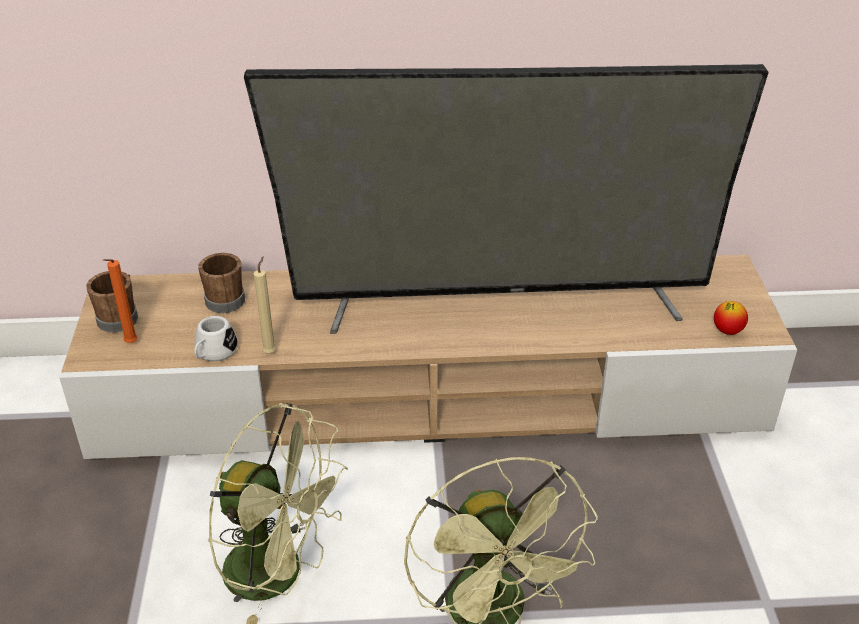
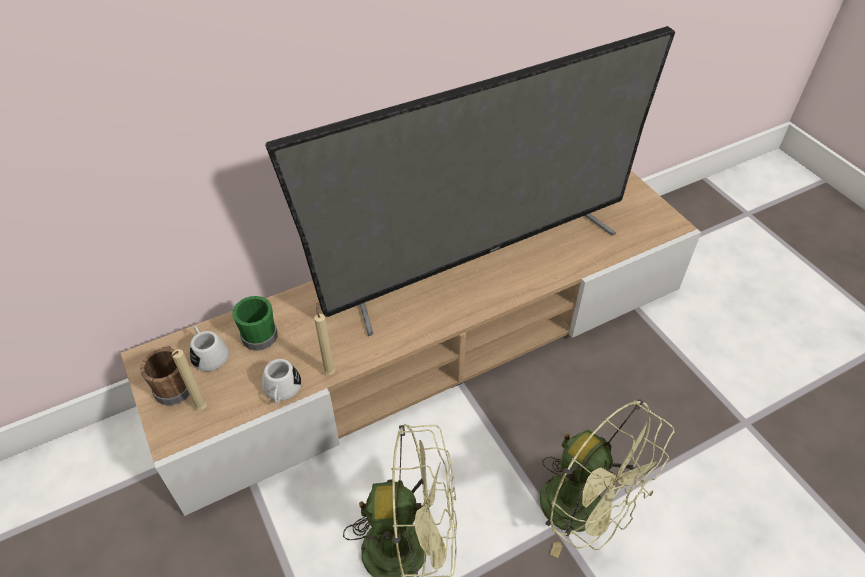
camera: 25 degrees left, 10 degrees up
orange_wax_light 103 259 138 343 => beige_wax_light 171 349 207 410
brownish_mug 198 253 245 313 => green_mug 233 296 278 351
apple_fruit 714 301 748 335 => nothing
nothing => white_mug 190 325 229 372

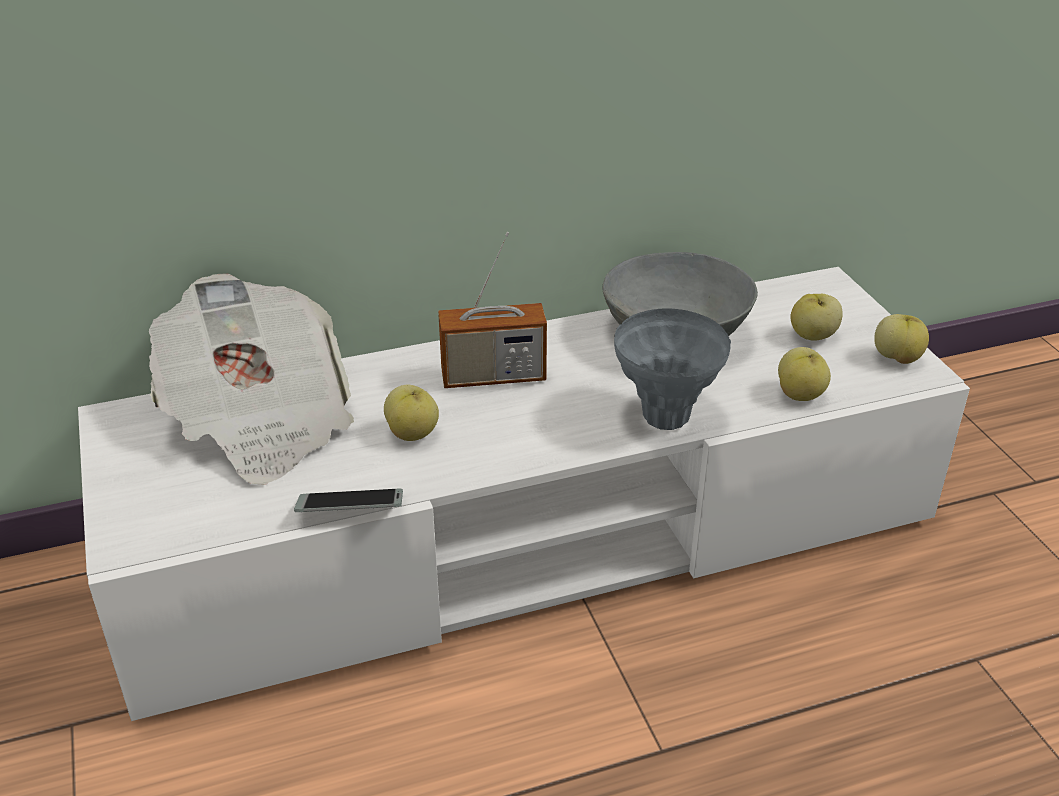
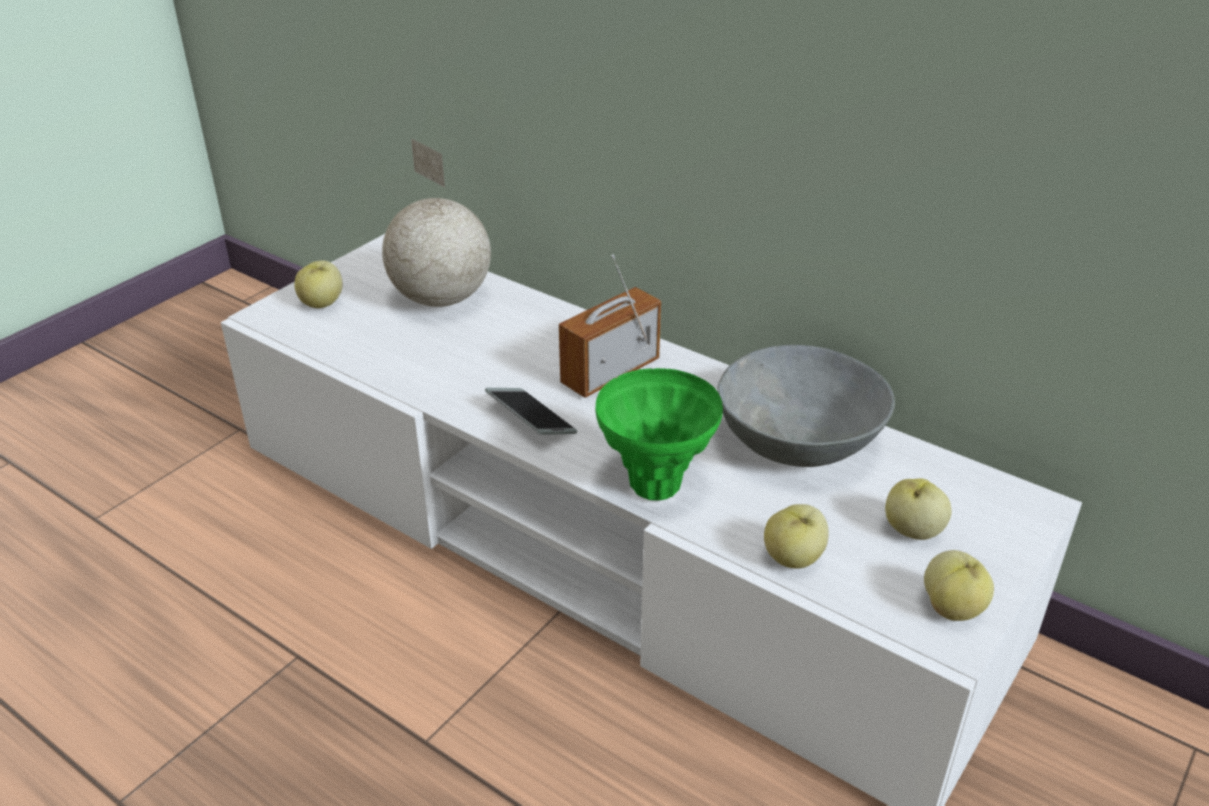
camera: 55 degrees right, 0 degrees up
daily_paper 149 273 354 485 => desk_globe 382 138 491 307
telephone 294 489 403 512 => telephone 485 388 577 435, move
apple_fruit 384 384 439 441 => apple_fruit 295 260 343 308, move
radio_set 438 232 547 388 => radio_set 559 254 661 398, 90 degrees clockwise
gray_vase 614 308 731 430 => green_vase 595 368 723 501

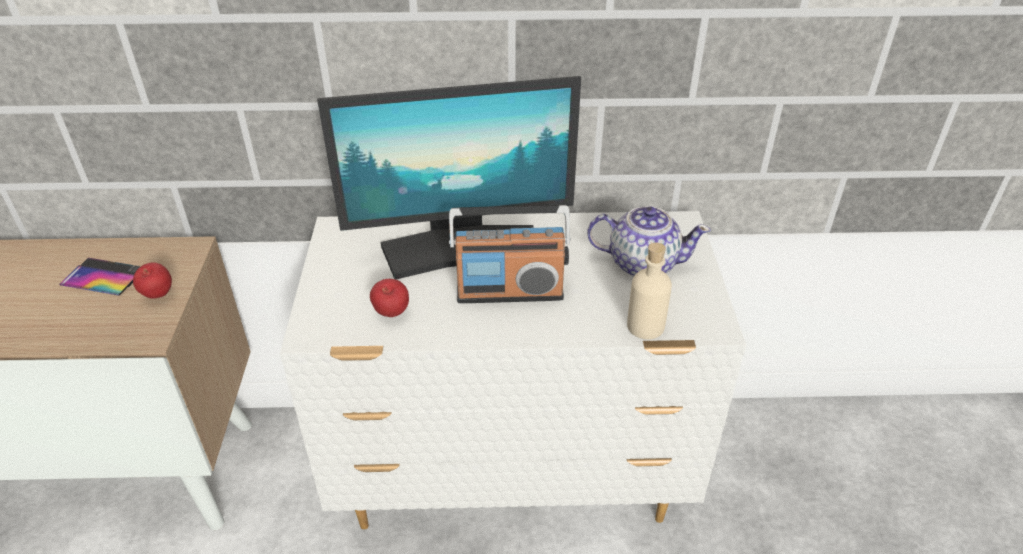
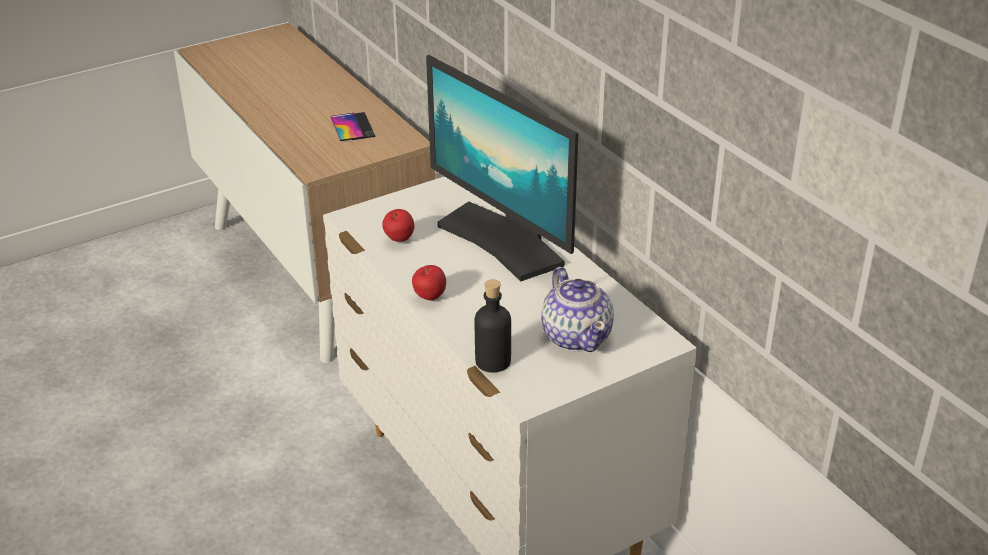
camera: 60 degrees right, 5 degrees down
apple_fruit 133 262 172 299 => apple_fruit 412 265 446 300, move
radio_set 449 205 571 303 => nothing
beige_beverage_bottle 627 242 672 339 => black-coloured_beverage_bottle 475 279 511 373

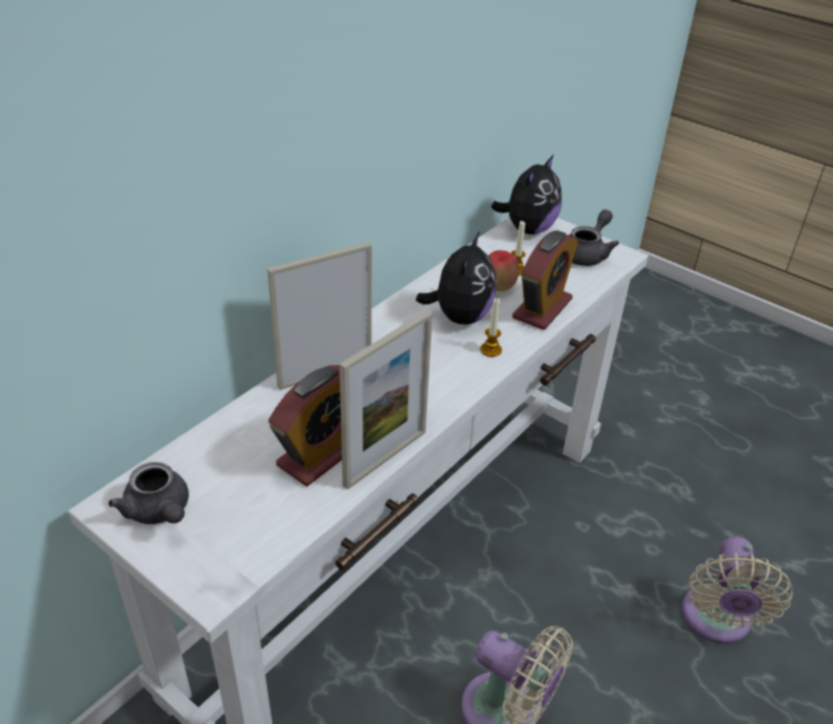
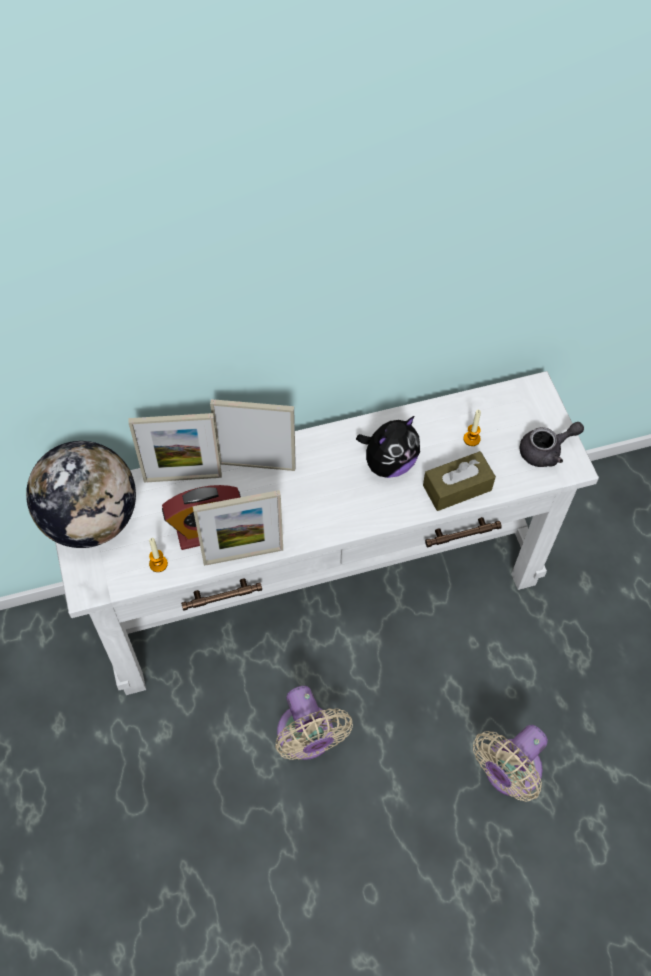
camera: 35 degrees right, 20 degrees up
gray_pot_for_tea 108 462 189 524 => desk_globe 26 441 136 548
wax_light 480 298 502 357 => wax_light 149 538 168 572, move
apple_fruit 489 250 519 291 => nothing
cuddly_toy 491 154 561 234 => nothing
bedside_clock 512 230 578 330 => brownish_tissue_holder 423 451 496 511
nothing => picture_frame 128 413 222 482

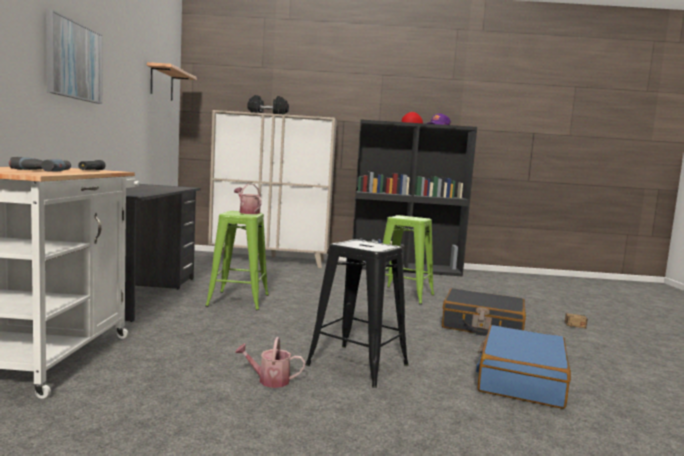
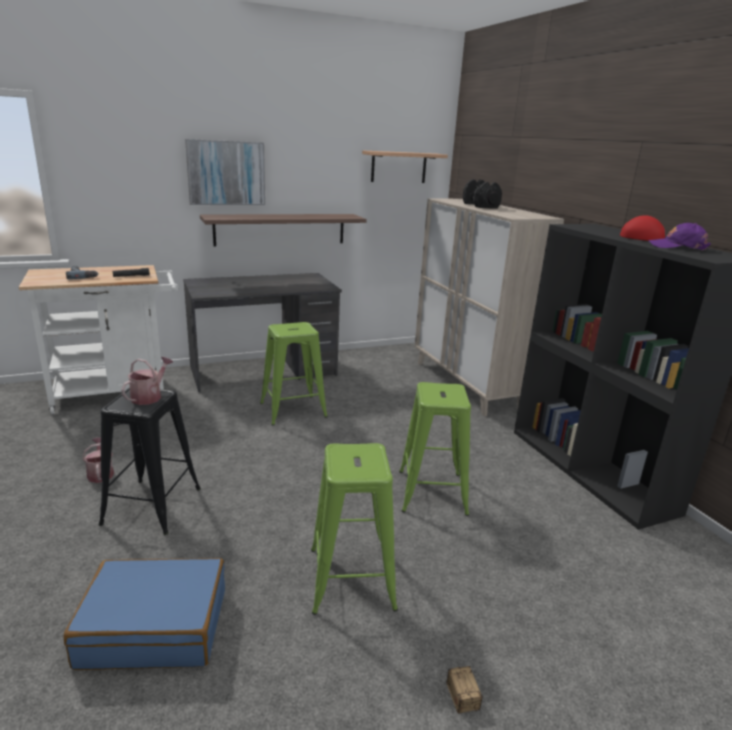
camera: 65 degrees right, 15 degrees up
watering_pot 234 184 262 214 => watering_pot 121 357 173 405, move
black-coloured_travel_case 442 288 526 336 => green_stool 311 443 398 615
nothing => wall_shelf 200 214 367 246

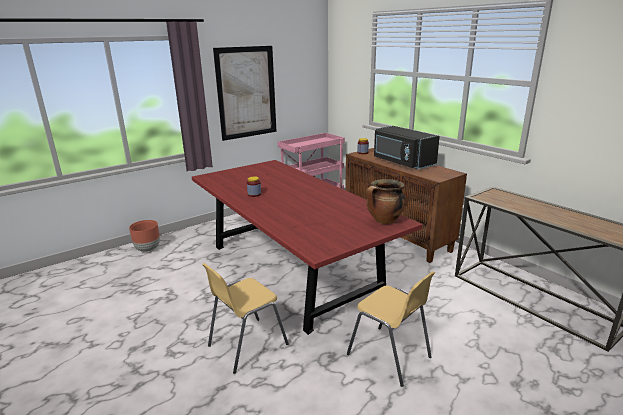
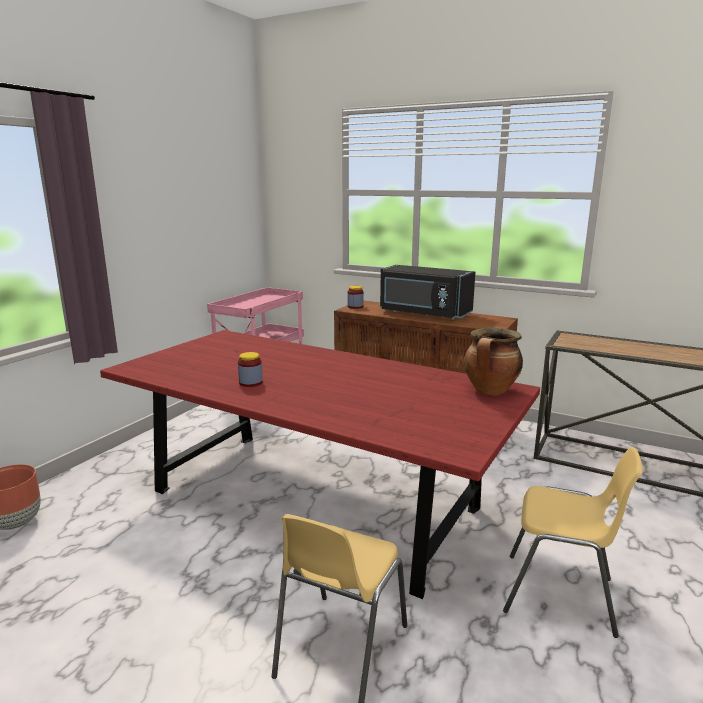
camera: 25 degrees left, 5 degrees down
picture 213 46 277 141 => nothing

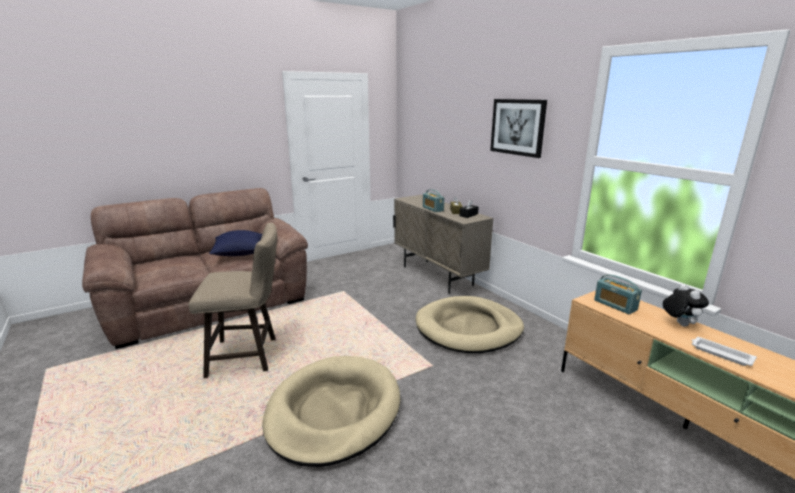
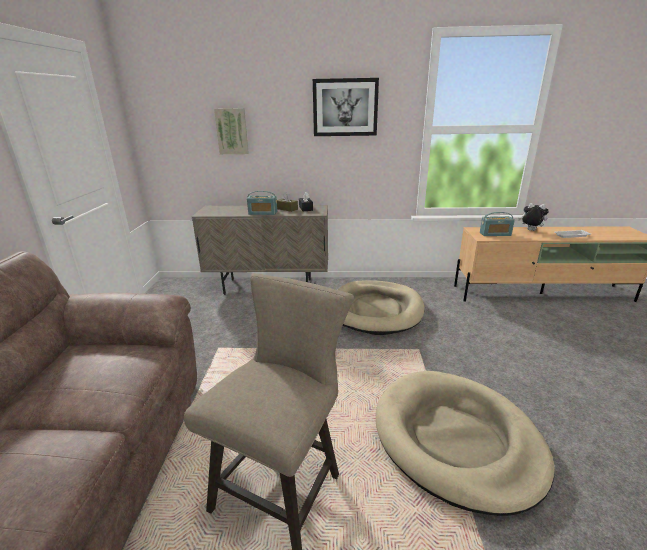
camera: 55 degrees left, 5 degrees up
blue_throw_pillow 209 230 262 256 => nothing
nothing => picture 214 108 249 154

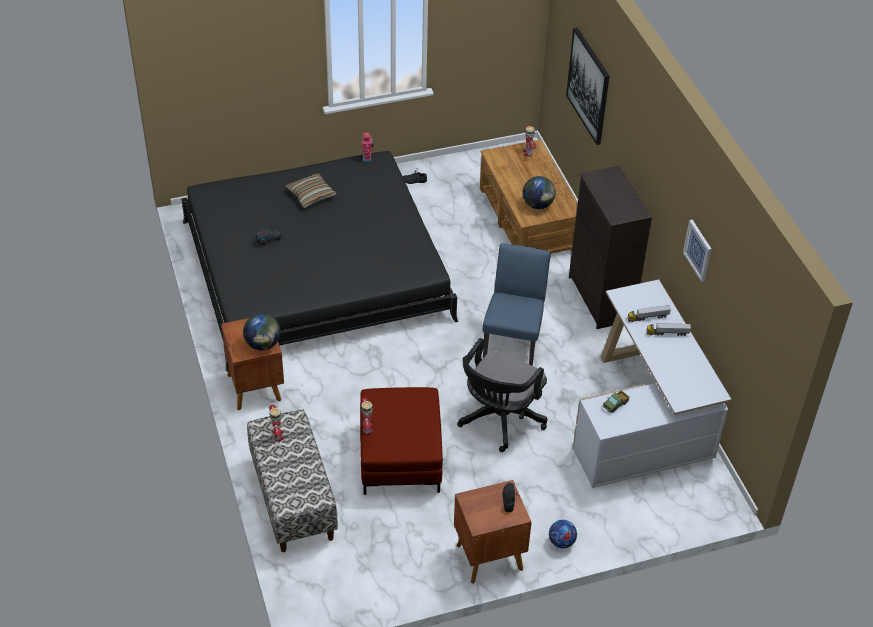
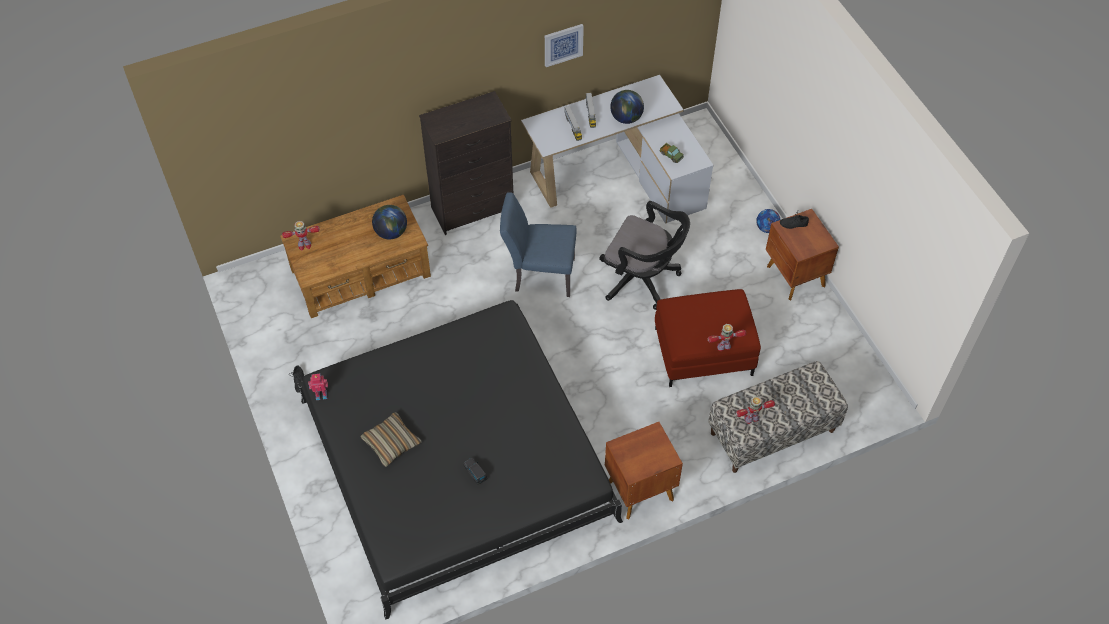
camera: 95 degrees left, 10 degrees up
desk_globe 243 313 280 350 => desk_globe 610 90 644 124, move
picture 566 27 609 145 => nothing

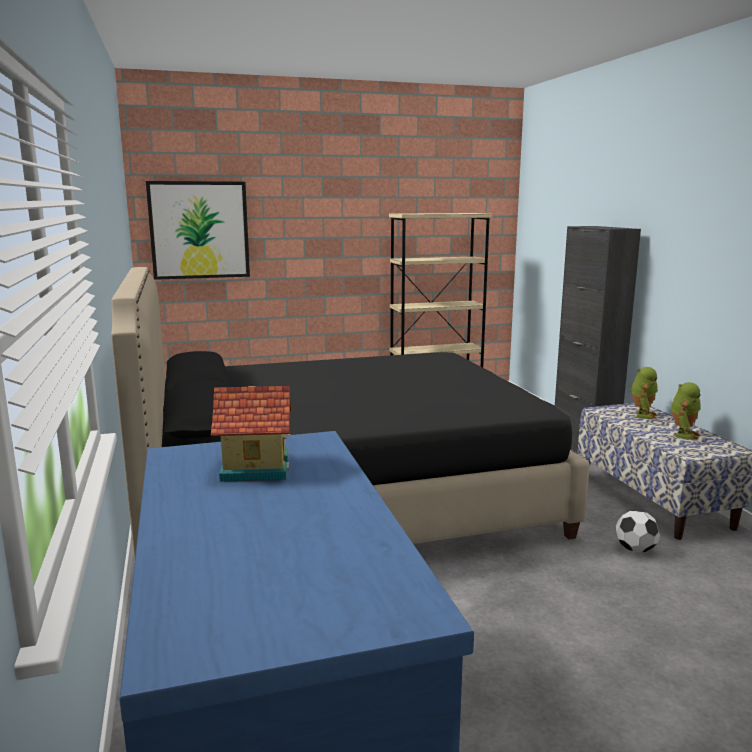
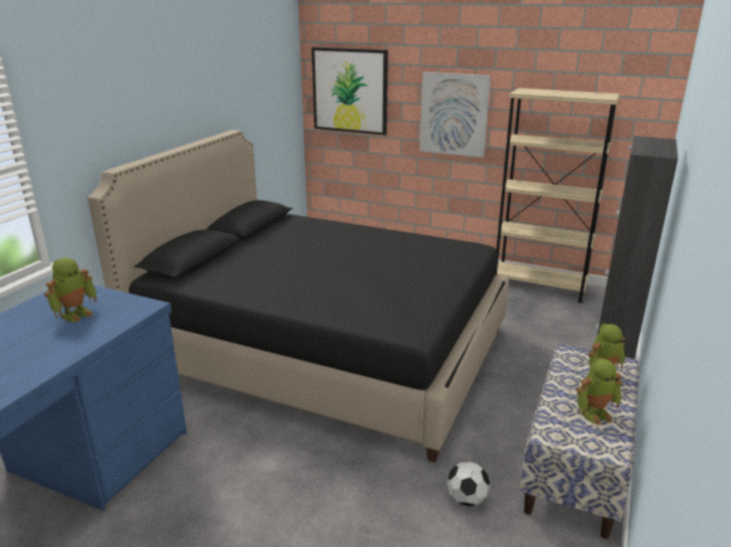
camera: 40 degrees right, 10 degrees up
model_house 211 386 292 482 => model_robot 44 257 97 322
nothing => picture 420 72 491 158

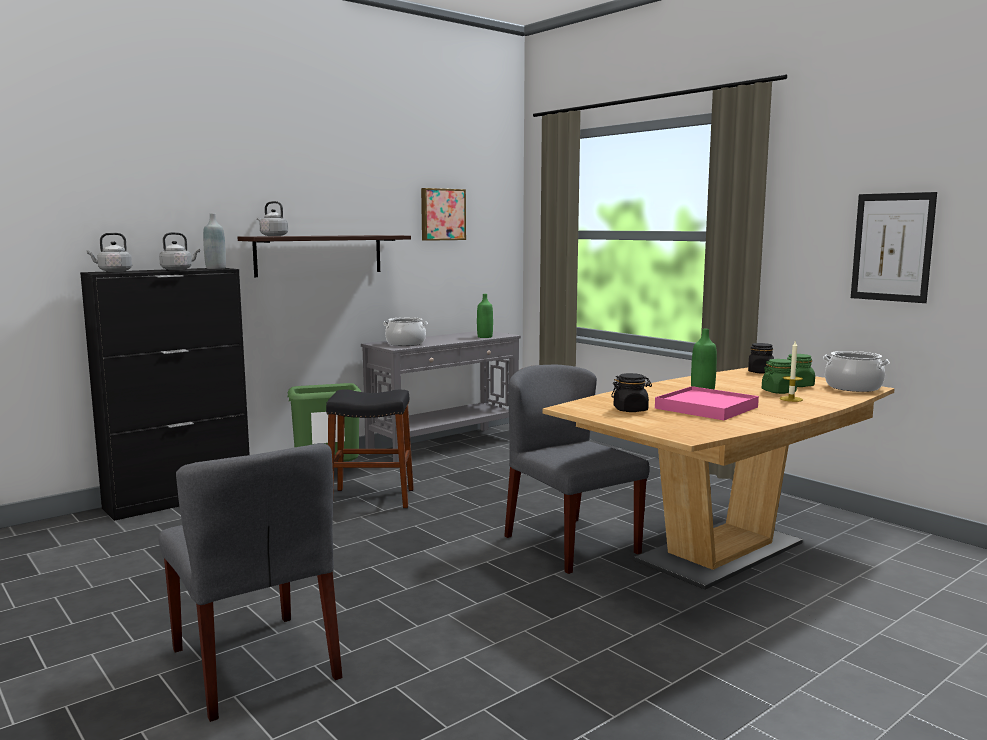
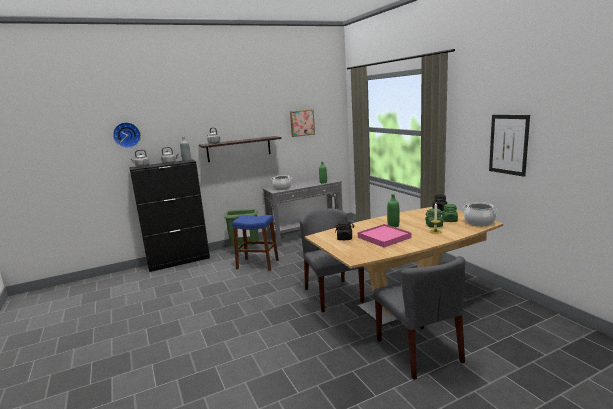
camera: 15 degrees right, 5 degrees up
gray_chair 159 443 342 722 => gray_chair 373 256 465 380, move
black-coloured_stool 326 390 414 508 => blue_stool 232 215 279 271
nothing => wall_clock 113 122 141 148

